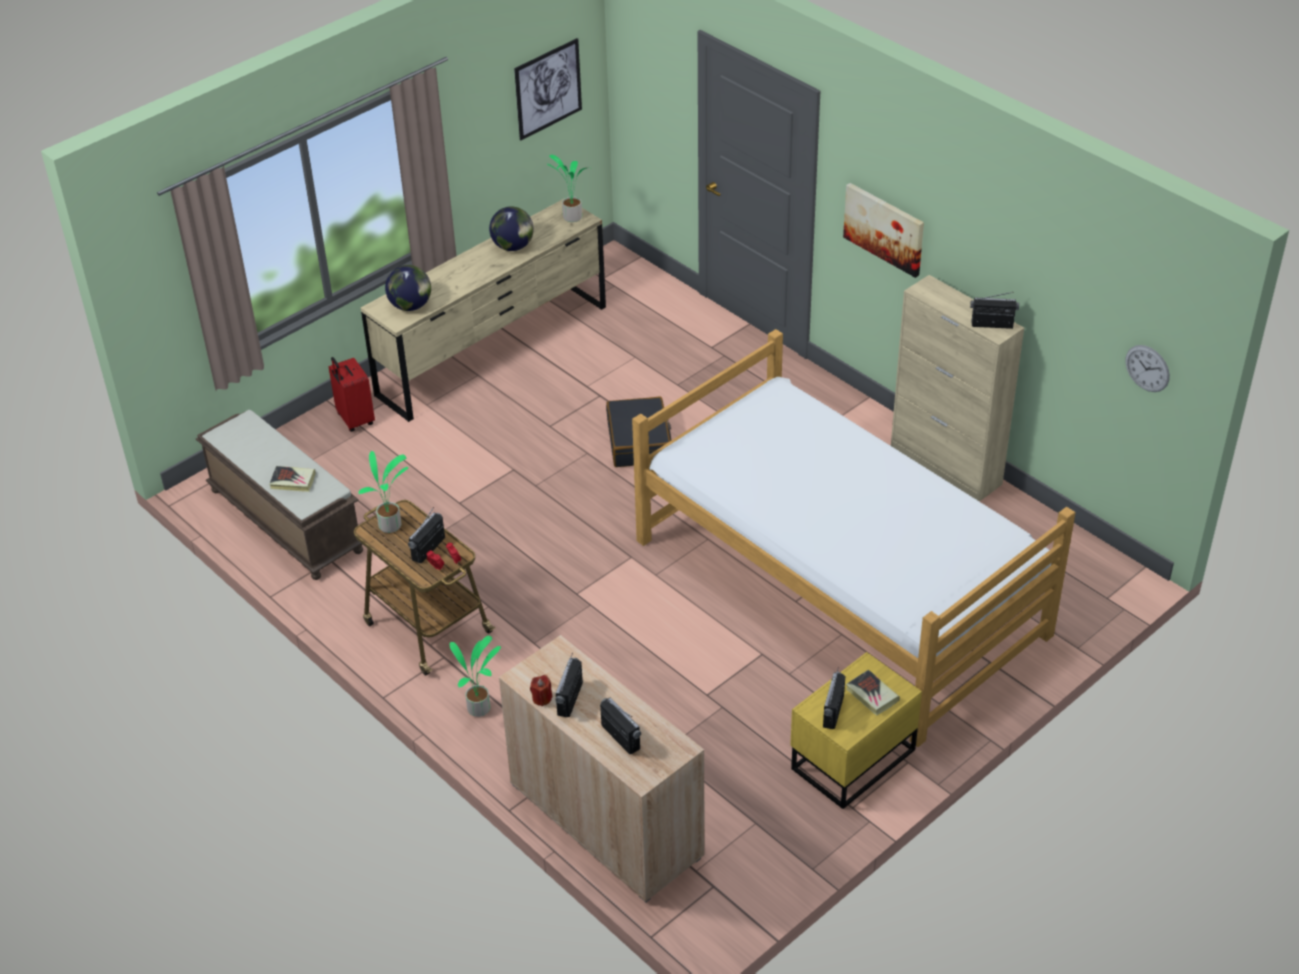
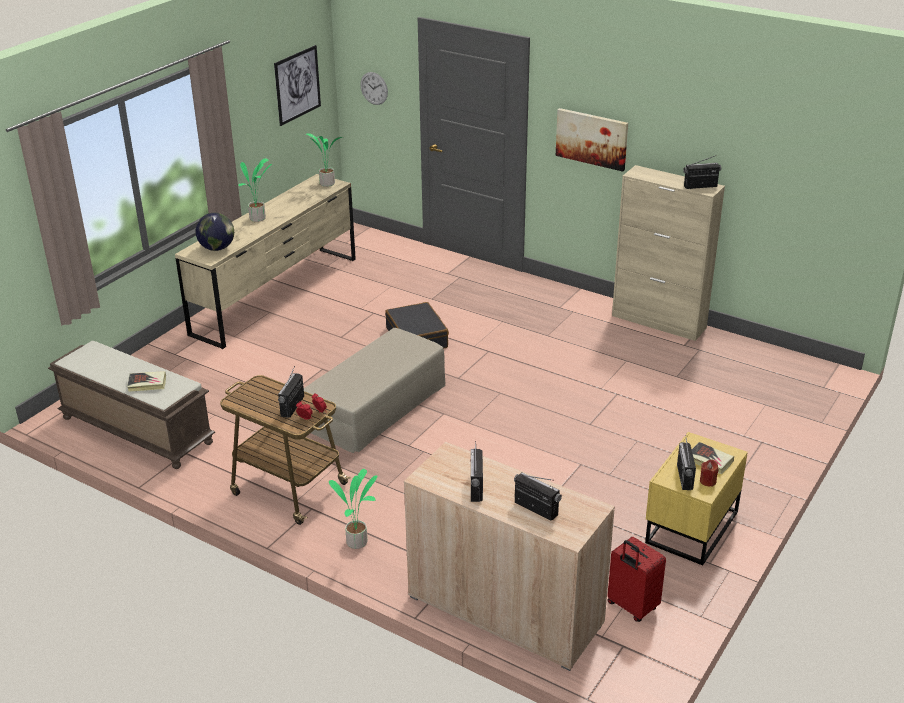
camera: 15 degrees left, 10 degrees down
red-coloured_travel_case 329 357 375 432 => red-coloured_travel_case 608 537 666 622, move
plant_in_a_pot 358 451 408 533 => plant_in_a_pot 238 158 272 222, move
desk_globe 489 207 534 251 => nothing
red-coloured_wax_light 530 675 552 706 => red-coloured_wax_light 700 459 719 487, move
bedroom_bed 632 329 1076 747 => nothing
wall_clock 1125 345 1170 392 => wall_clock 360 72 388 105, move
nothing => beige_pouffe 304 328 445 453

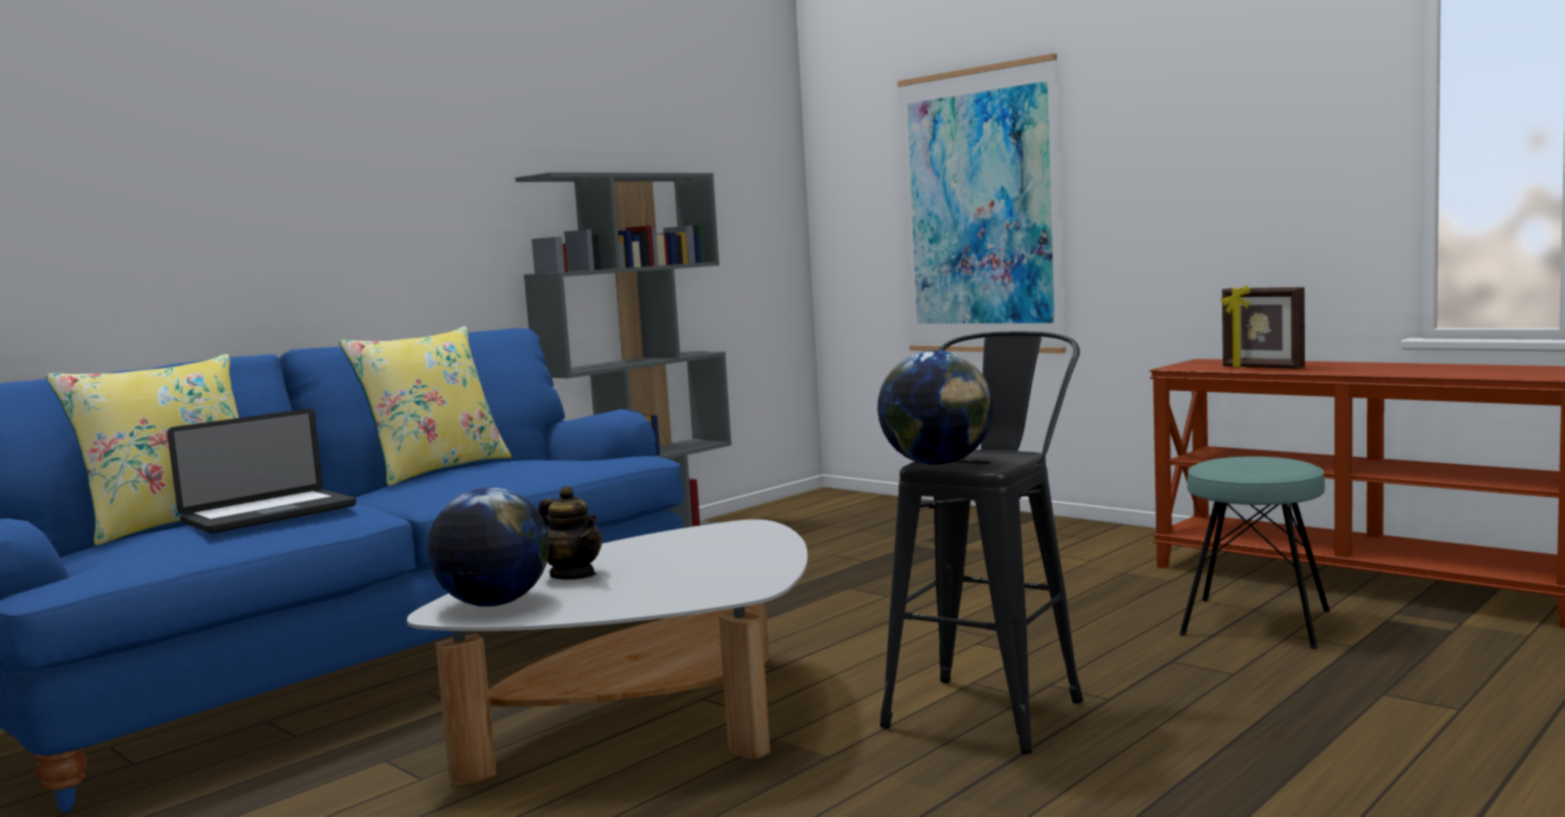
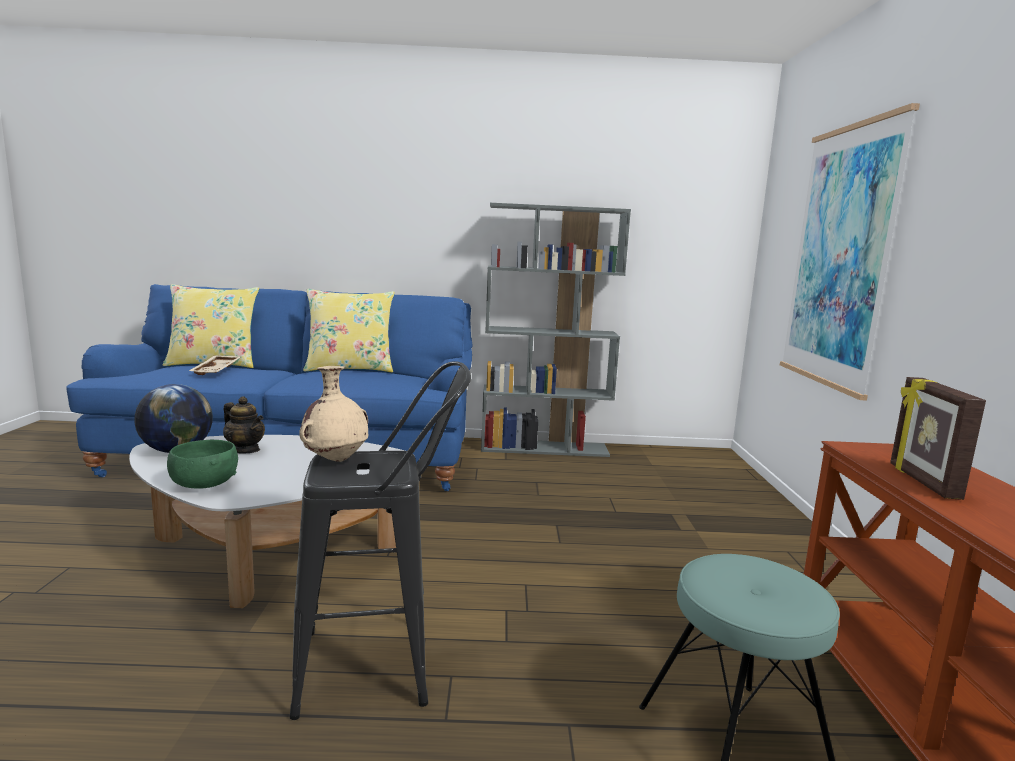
camera: 45 degrees right, 5 degrees up
notebook_computer 167 409 356 533 => beige_carrying_tray 189 355 242 375
pot_for_tea 538 486 602 580 => pot_for_tea 223 396 265 453, 60 degrees counterclockwise
desk_globe 878 350 993 465 => beige_vase 299 366 368 462
nothing => green_serving_bowl 167 440 238 489

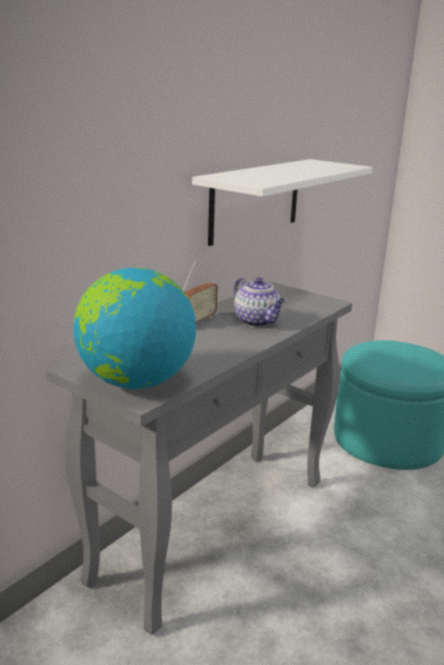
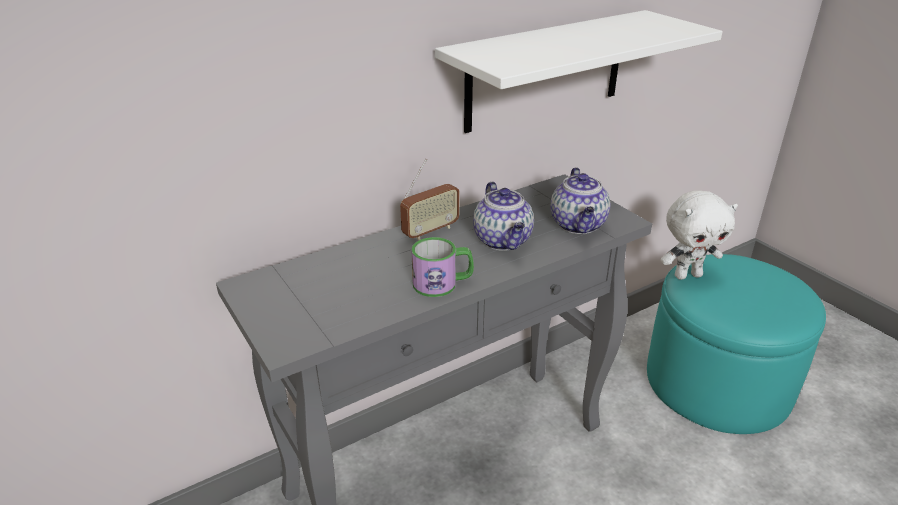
camera: 20 degrees right, 10 degrees up
desk_globe 73 267 196 389 => nothing
nothing => mug 411 237 474 297
nothing => pot_for_tea 551 167 610 234
nothing => white_cuddly_toy 660 190 738 280

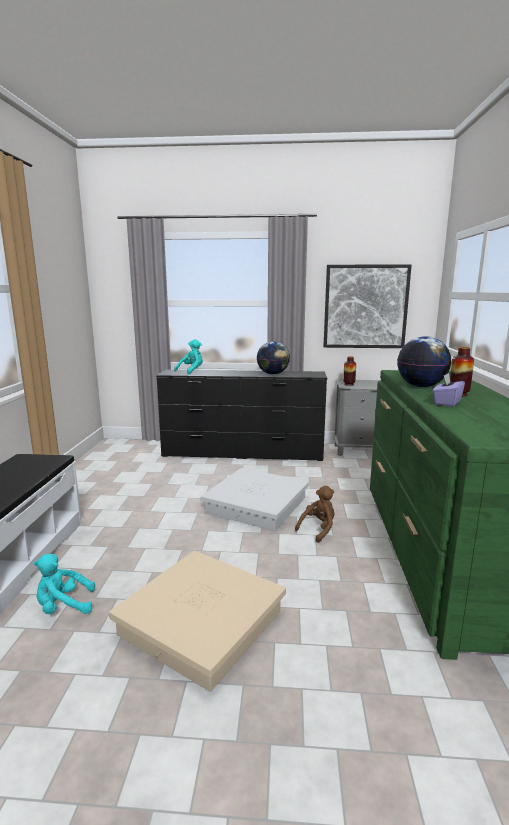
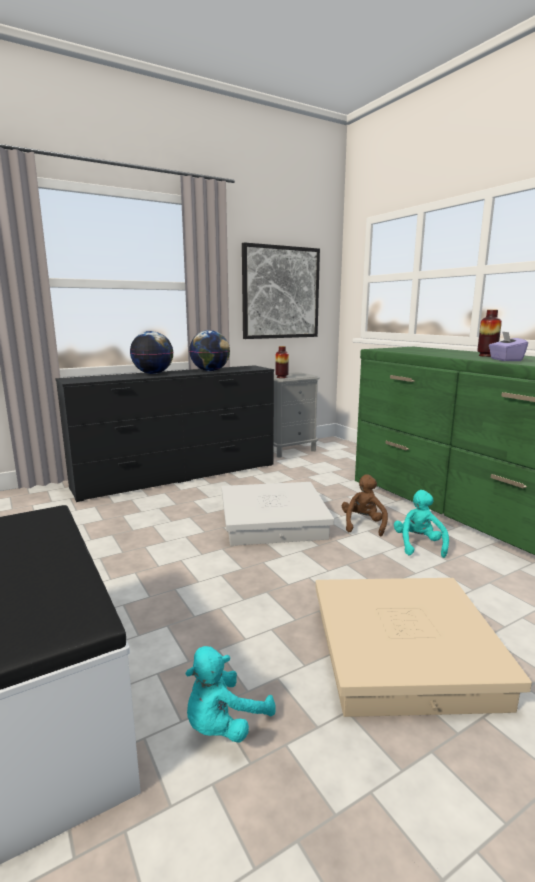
camera: 35 degrees left, 0 degrees up
blue-green_cuddly_toy 174 339 203 375 => blue-green_cuddly_toy 394 490 449 558, move
desk_globe 397 336 451 387 => desk_globe 130 331 173 374, move

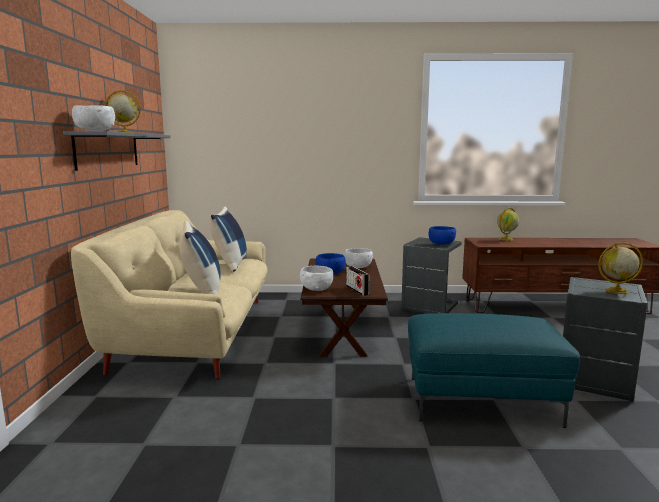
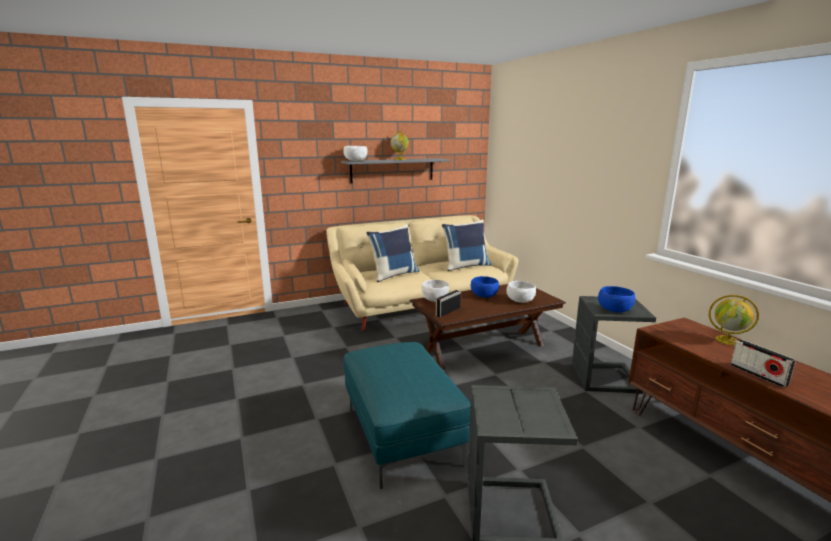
camera: 65 degrees right, 5 degrees up
desk_globe 598 242 643 294 => nothing
nothing => radio_set 731 339 796 388

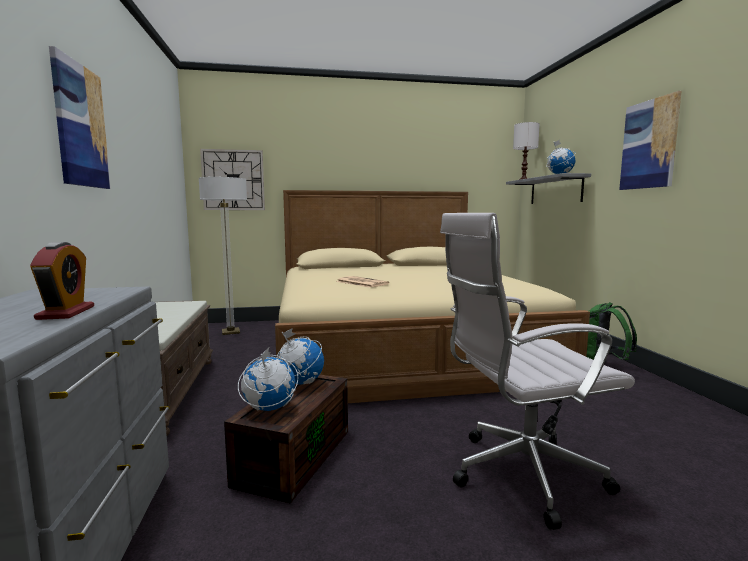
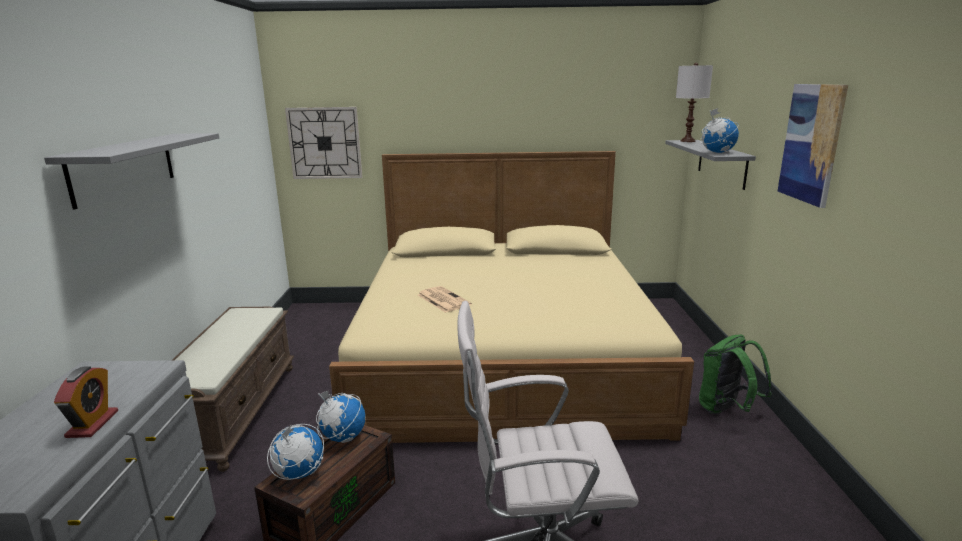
camera: 10 degrees right, 10 degrees up
picture 49 46 111 189 => gray_wall_shelf 44 133 219 210
standard_lamp 199 177 247 335 => nothing

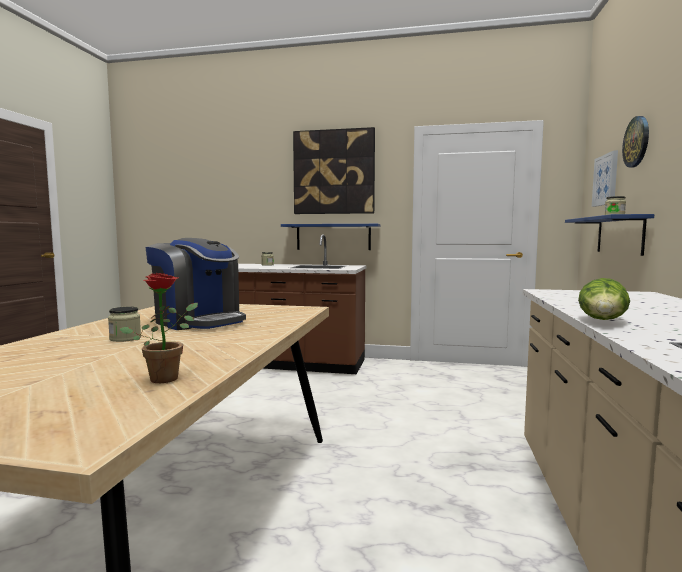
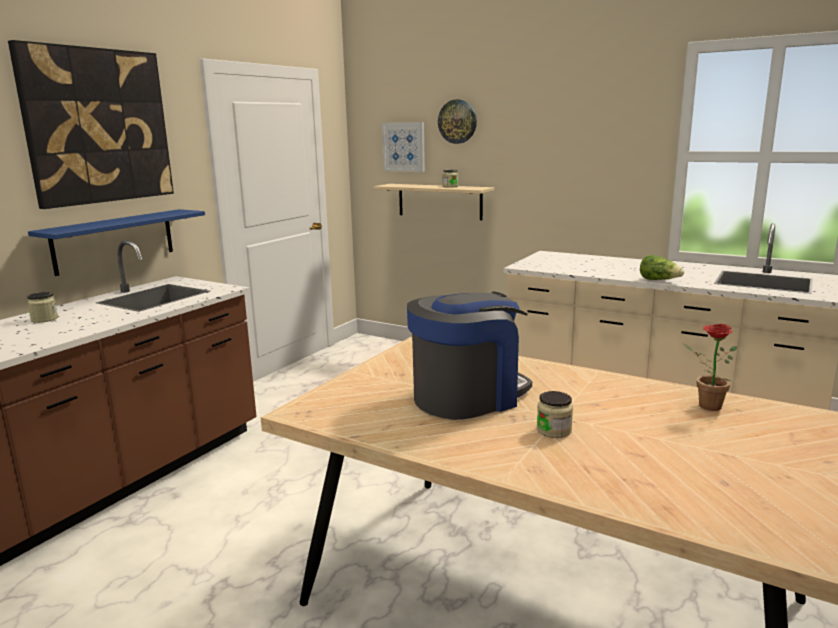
camera: 70 degrees left, 10 degrees up
blue_wall_shelf 565 214 654 256 => beige_wall_shelf 374 184 494 220

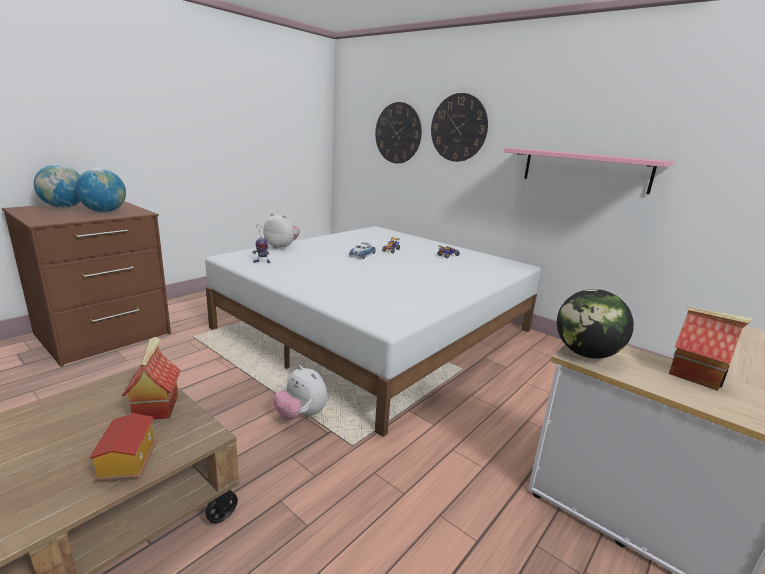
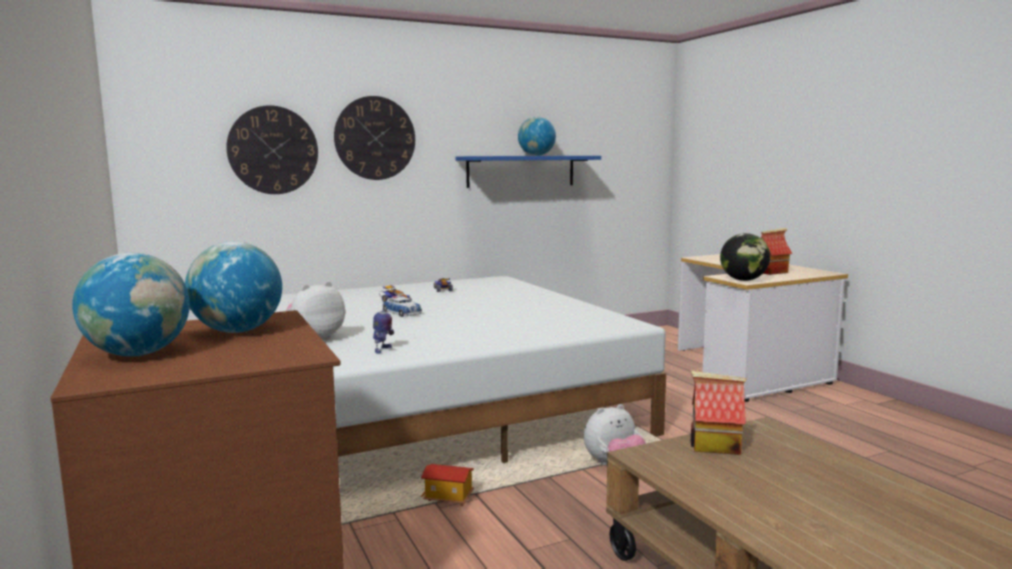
camera: 65 degrees left, 10 degrees down
model_house 89 413 157 482 => model_house 421 464 474 506, move
pink_wall_shelf 503 148 673 194 => blue_wall_shelf 455 156 601 188
nothing => desk_globe 518 117 556 156

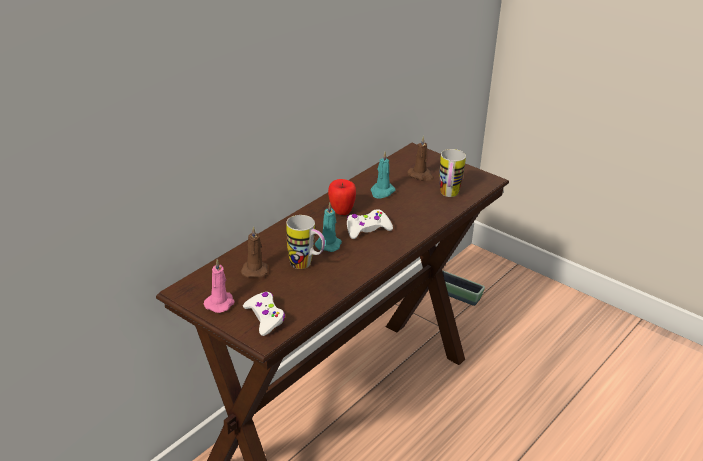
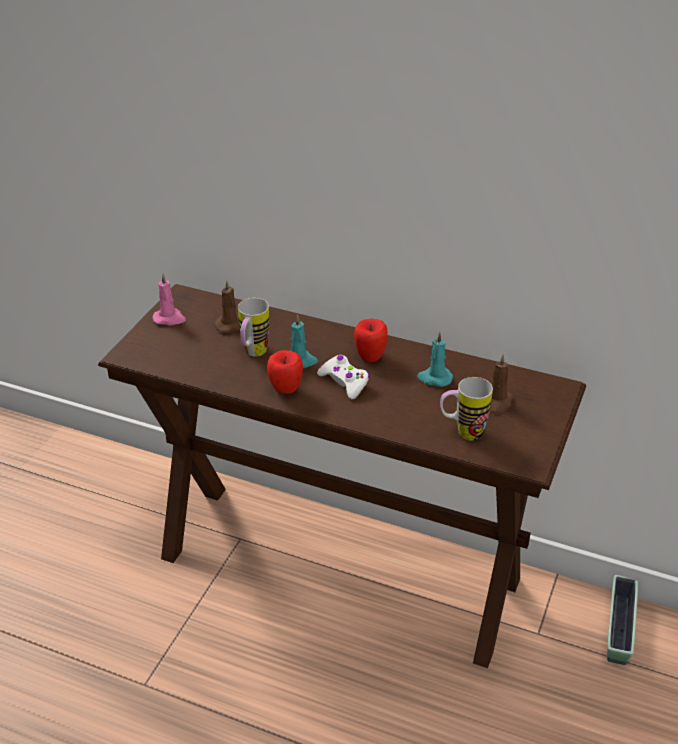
camera: 75 degrees right, 5 degrees up
white_gamepad 243 292 285 336 => nothing
nothing => apple_fruit 267 350 303 394

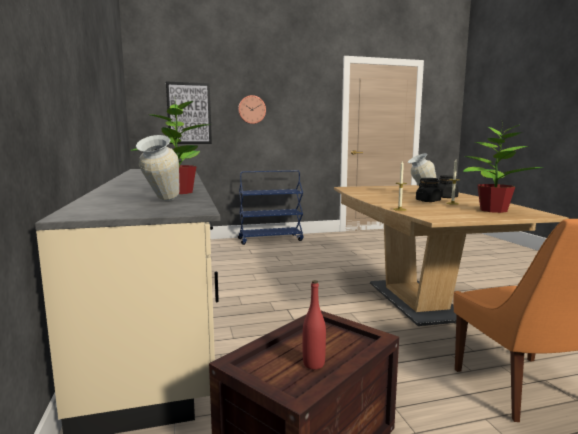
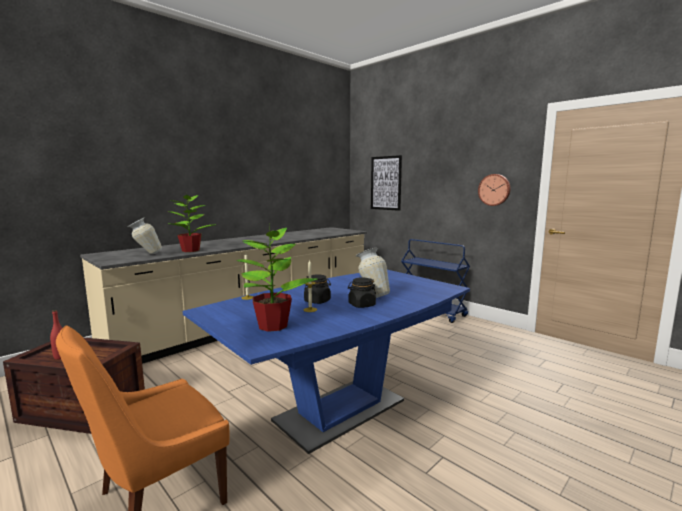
camera: 60 degrees right, 0 degrees up
wall_clock 238 95 266 124 => wall_clock 478 174 510 206, move
brownish_kitchen_table 334 185 569 326 => blue_kitchen_table 183 270 470 454

